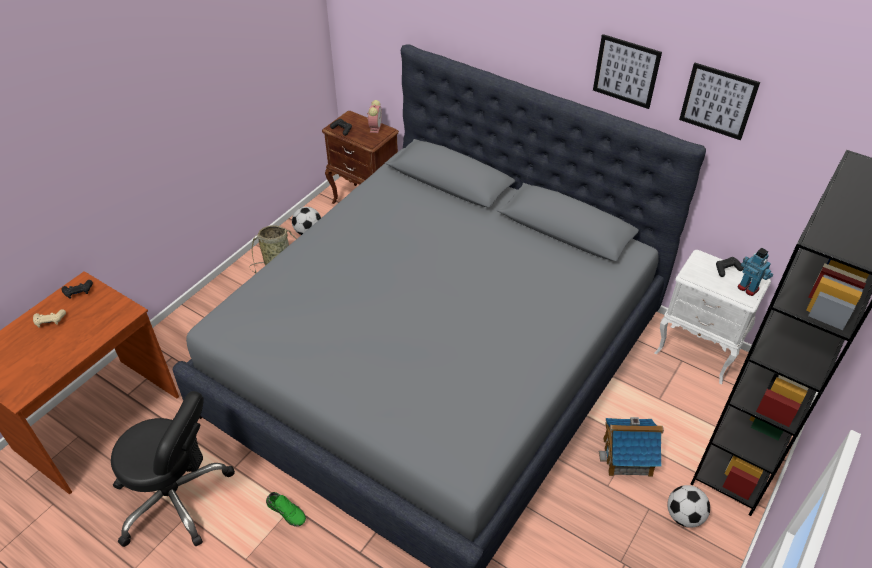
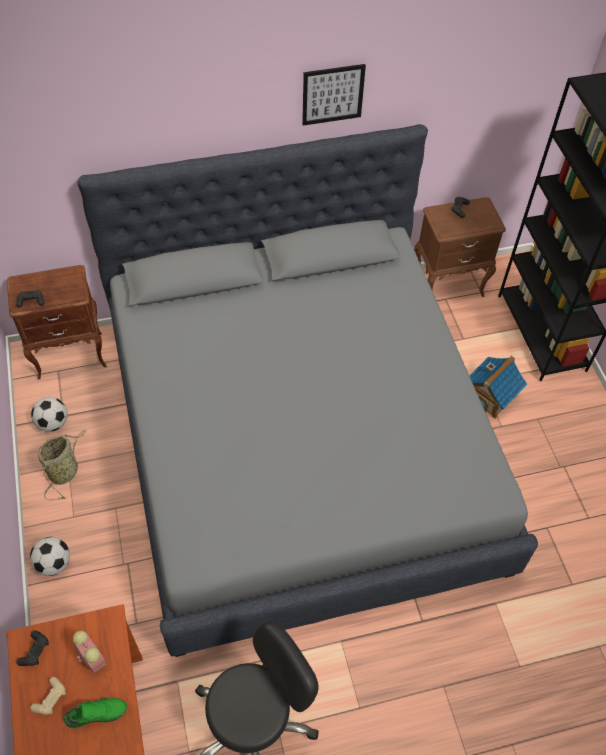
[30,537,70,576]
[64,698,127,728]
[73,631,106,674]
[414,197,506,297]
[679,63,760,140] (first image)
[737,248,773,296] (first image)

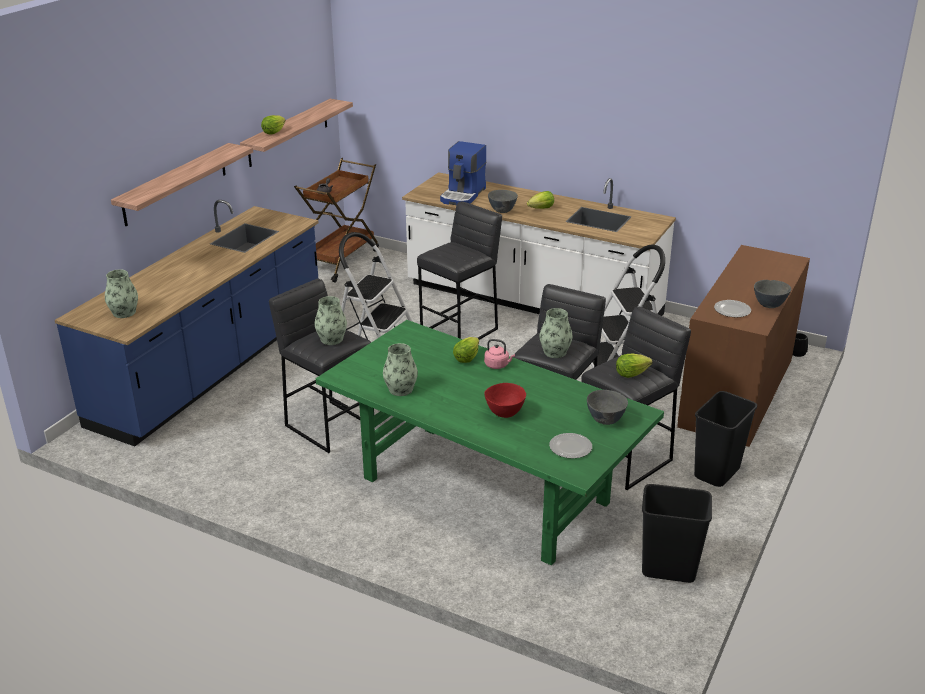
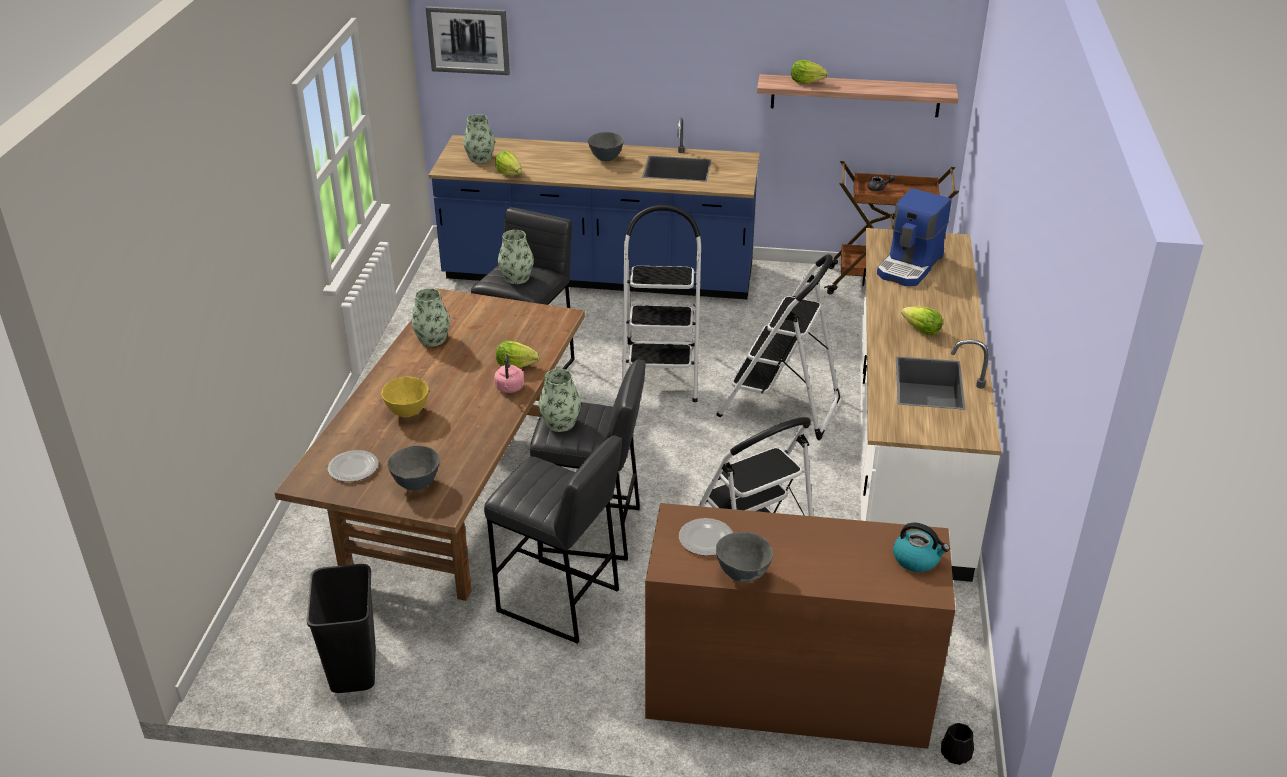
[274,288,585,601]
[381,376,429,418]
[426,6,510,75]
[495,151,522,175]
[588,132,624,161]
[716,254,840,440]
[877,188,952,286]
[893,523,950,572]
[111,143,253,226] (first image)
[694,391,757,487] (first image)

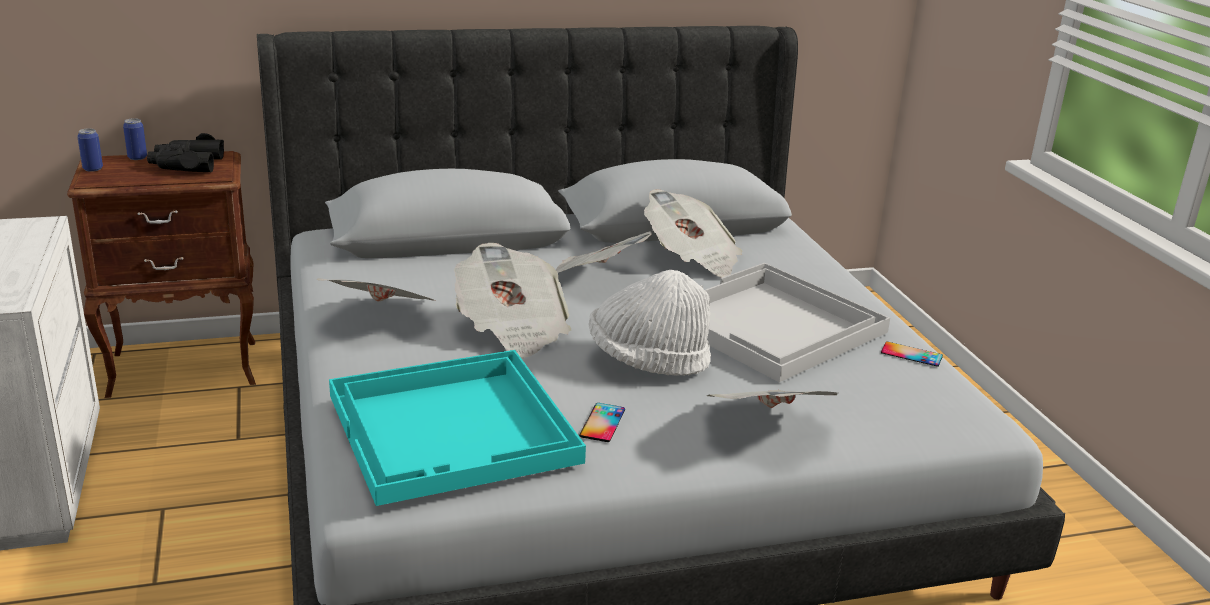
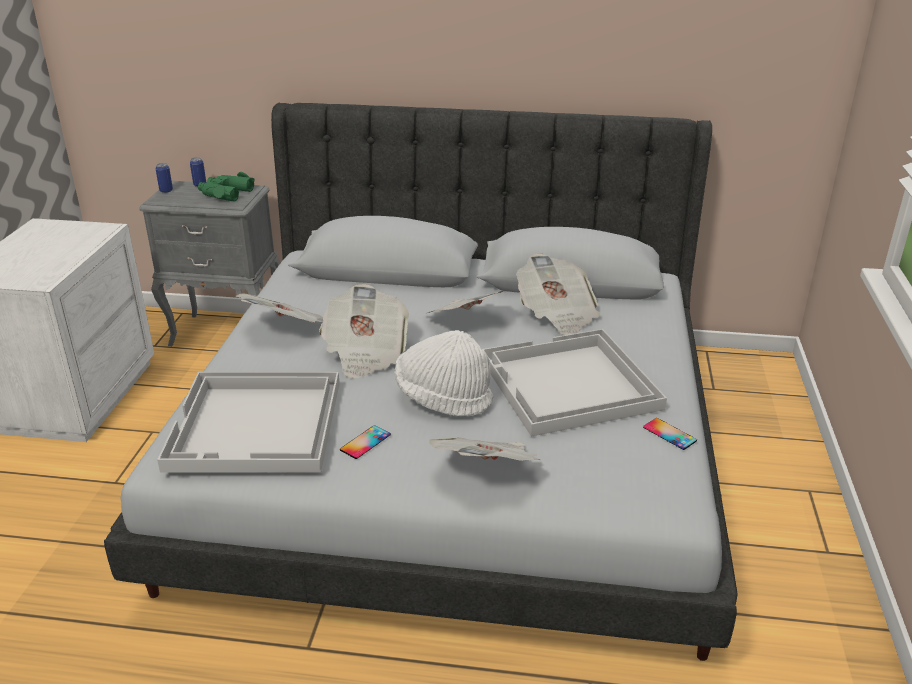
[139,181,281,347]
[157,372,340,473]
[198,172,254,202]

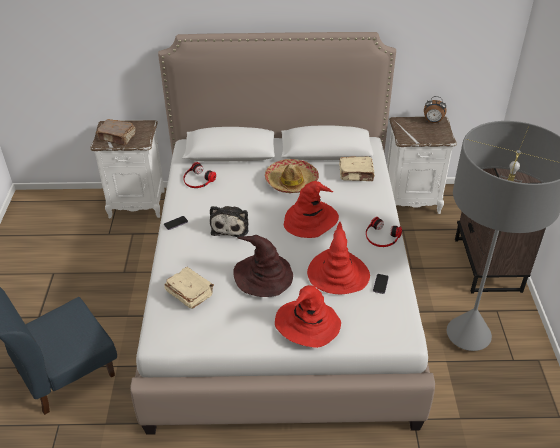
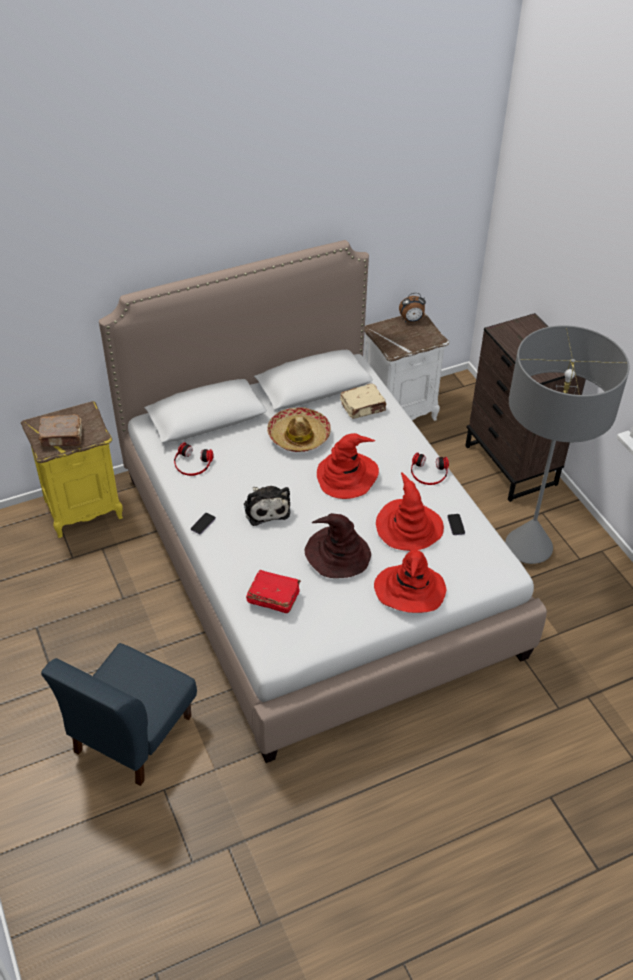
[21,401,123,538]
[246,570,301,613]

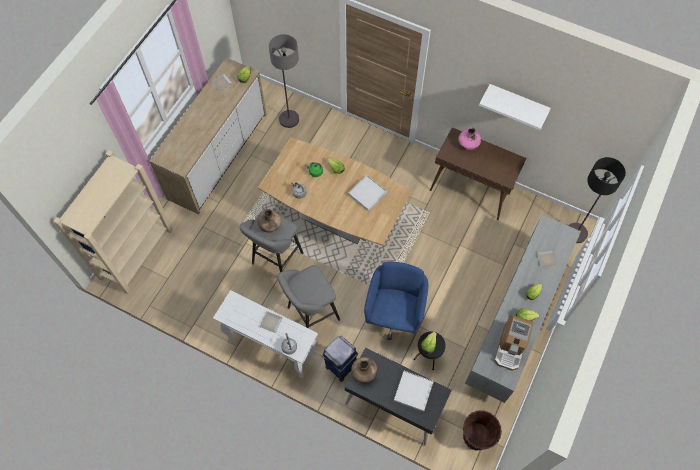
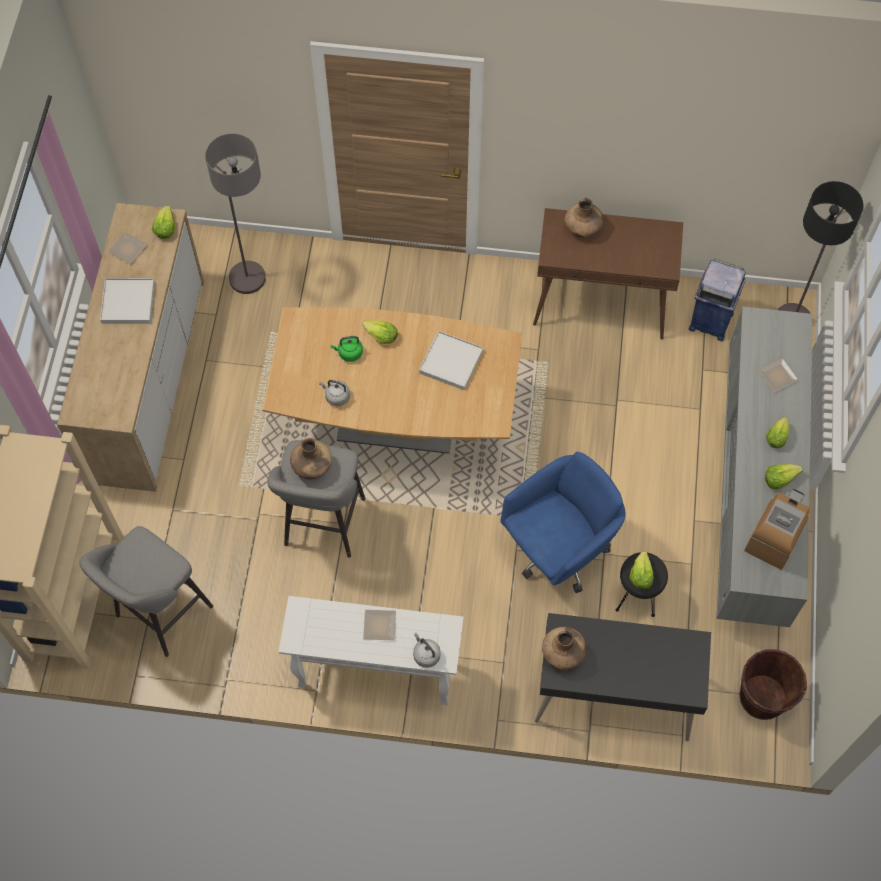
[79,526,213,657]
[100,278,155,324]
[501,452,626,593]
[565,198,604,238]
[689,259,746,341]
[744,489,810,570]
[479,84,551,130] (first image)

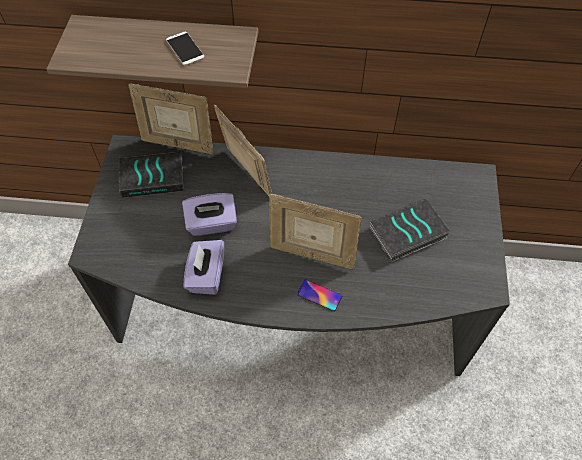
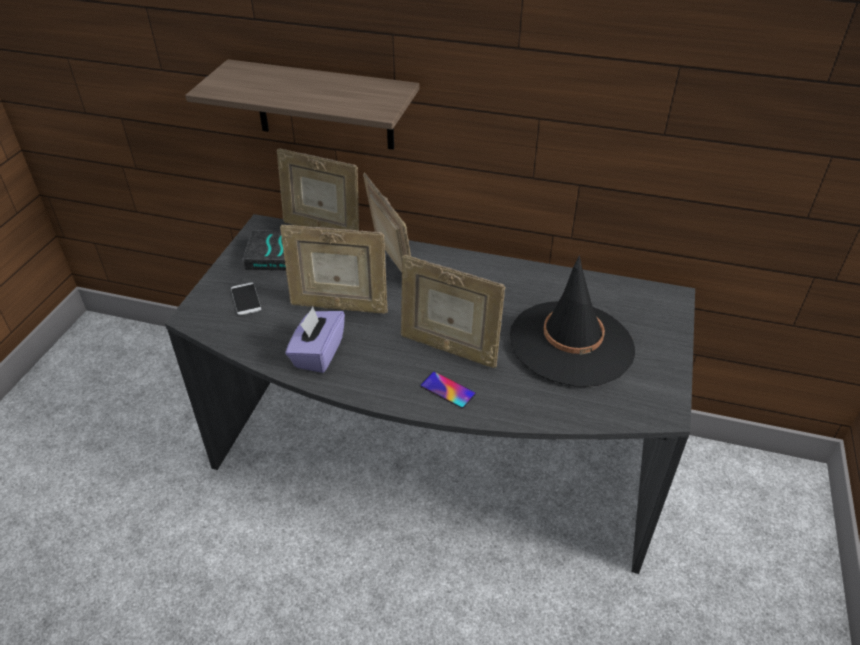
[231,282,261,315]
[280,225,388,314]
[510,254,635,387]

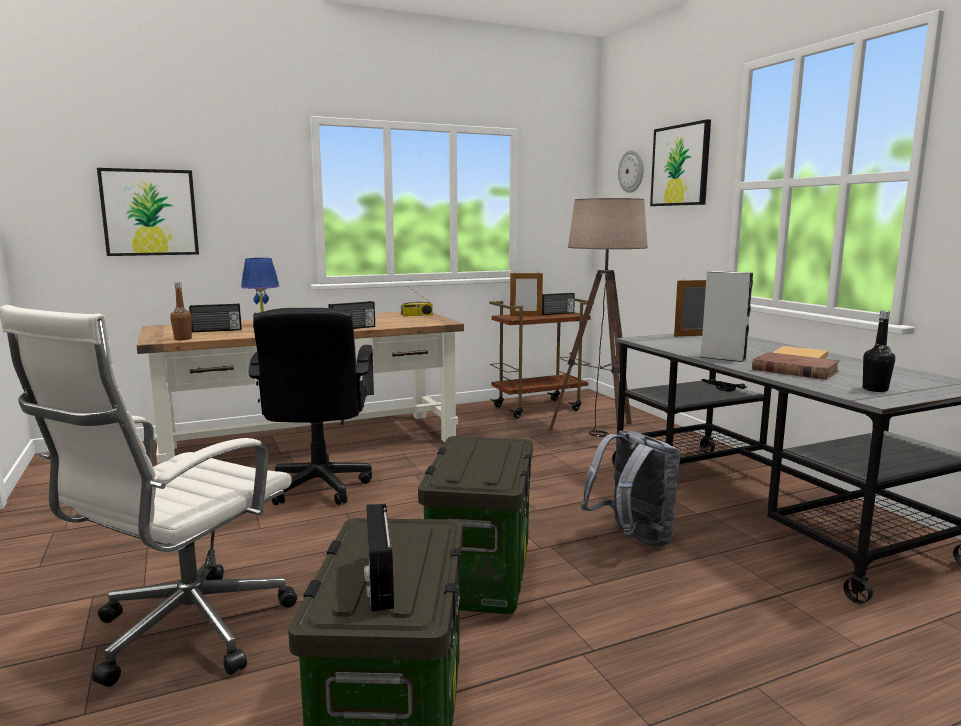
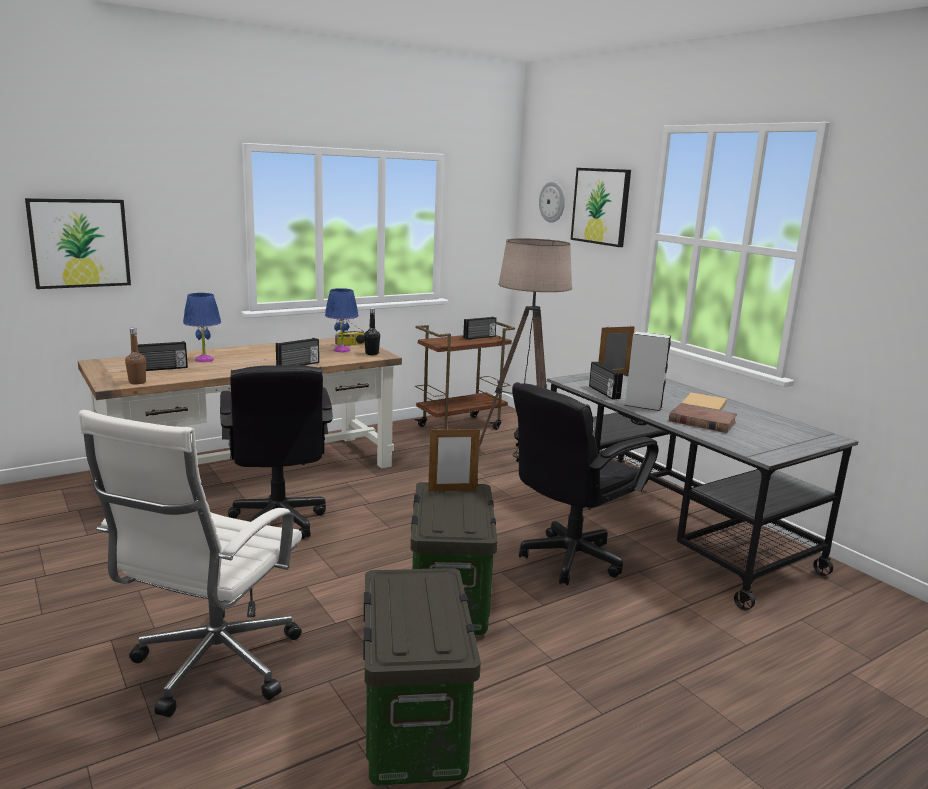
[325,288,359,353]
[364,308,380,355]
[428,427,480,492]
[512,382,659,585]
[589,362,623,400]

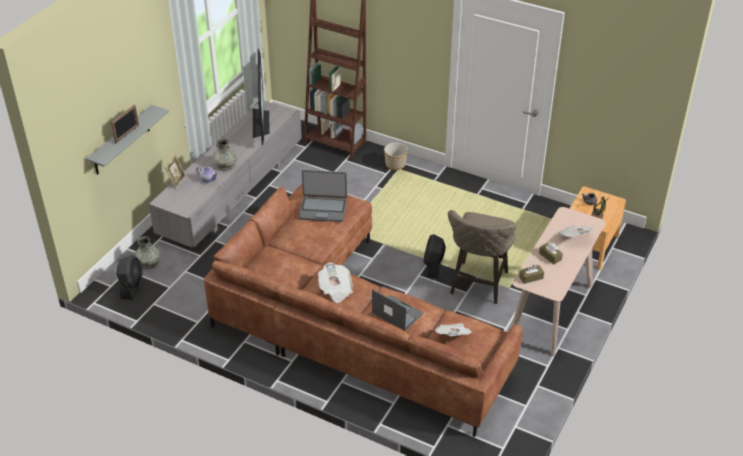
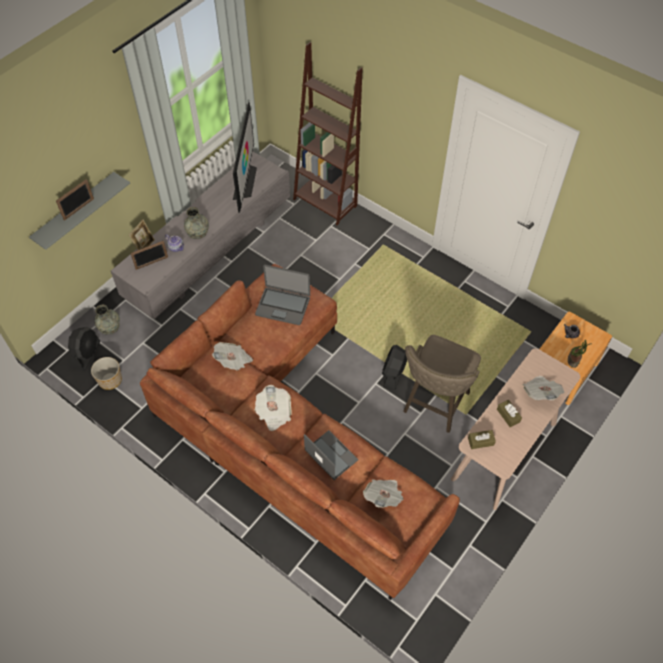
[91,357,122,390]
[130,241,168,270]
[212,342,253,370]

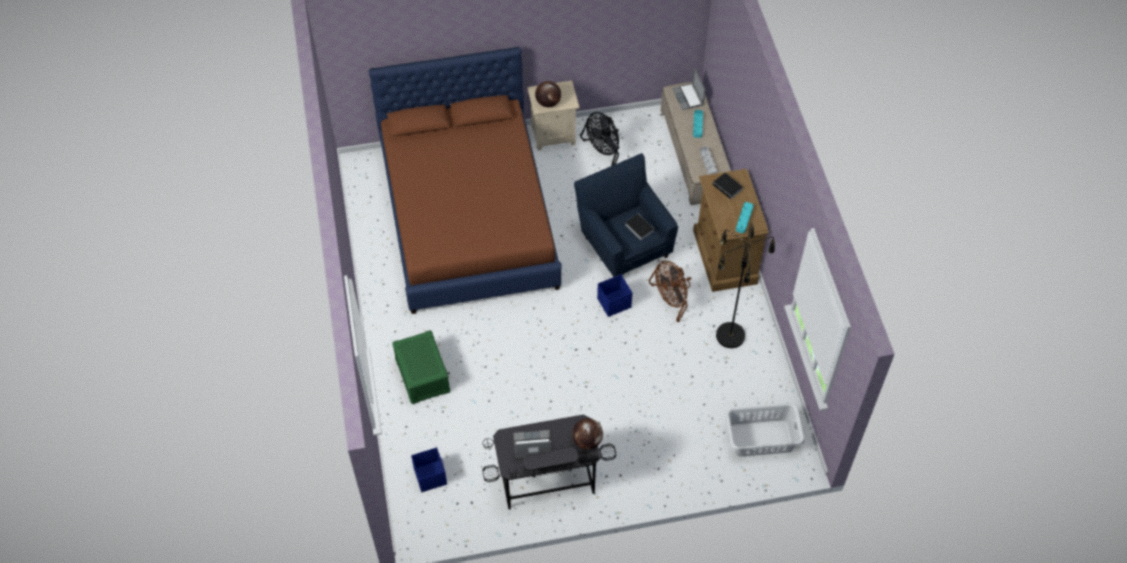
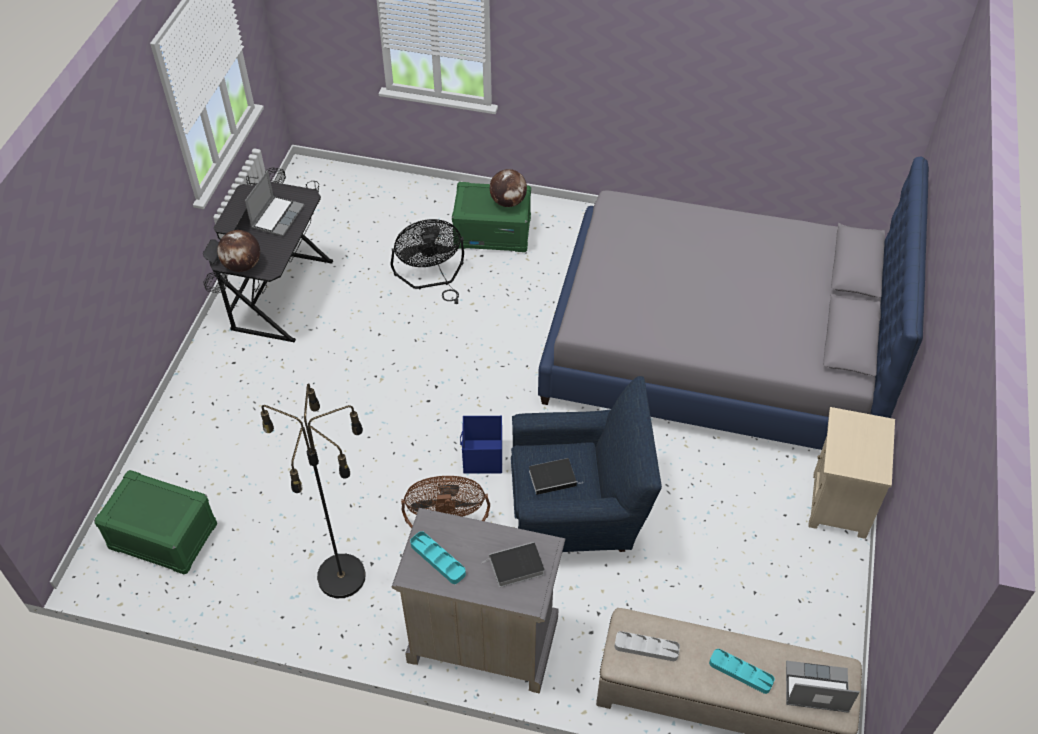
[94,470,217,574]
[390,219,464,304]
[392,508,565,694]
[490,169,527,207]
[538,156,929,450]
[411,447,447,492] (first image)

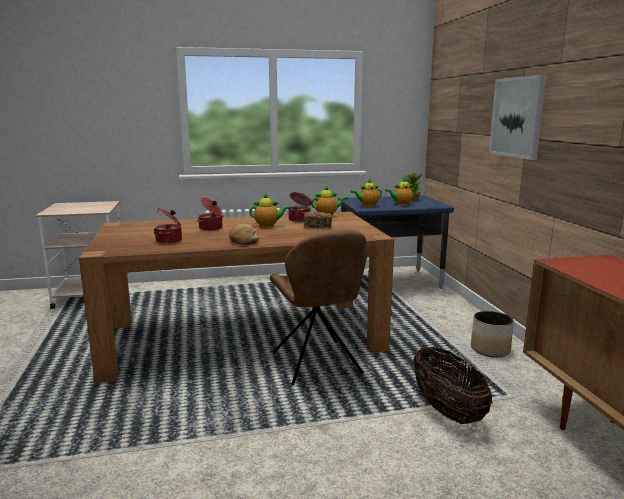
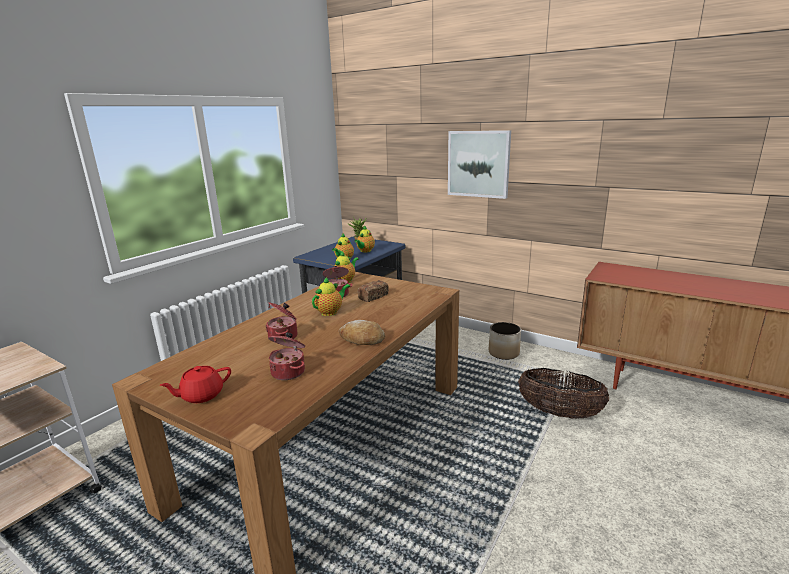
[160,366,231,403]
[270,229,368,385] (first image)

